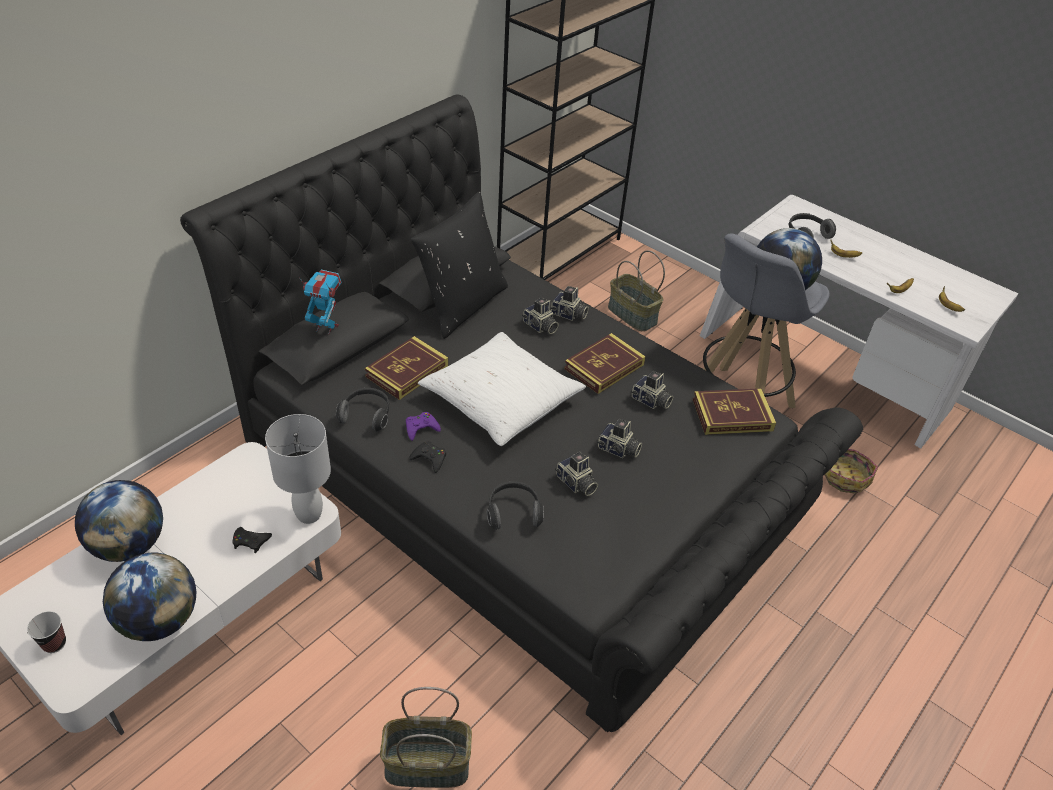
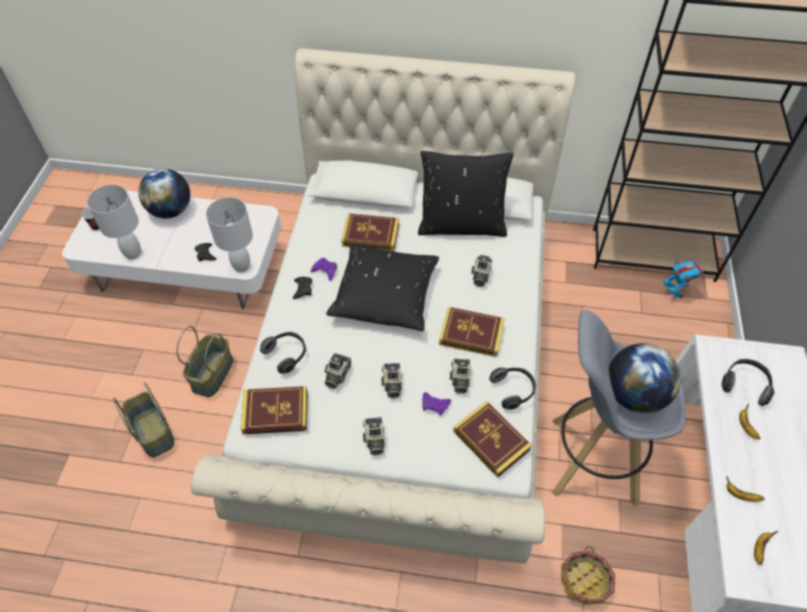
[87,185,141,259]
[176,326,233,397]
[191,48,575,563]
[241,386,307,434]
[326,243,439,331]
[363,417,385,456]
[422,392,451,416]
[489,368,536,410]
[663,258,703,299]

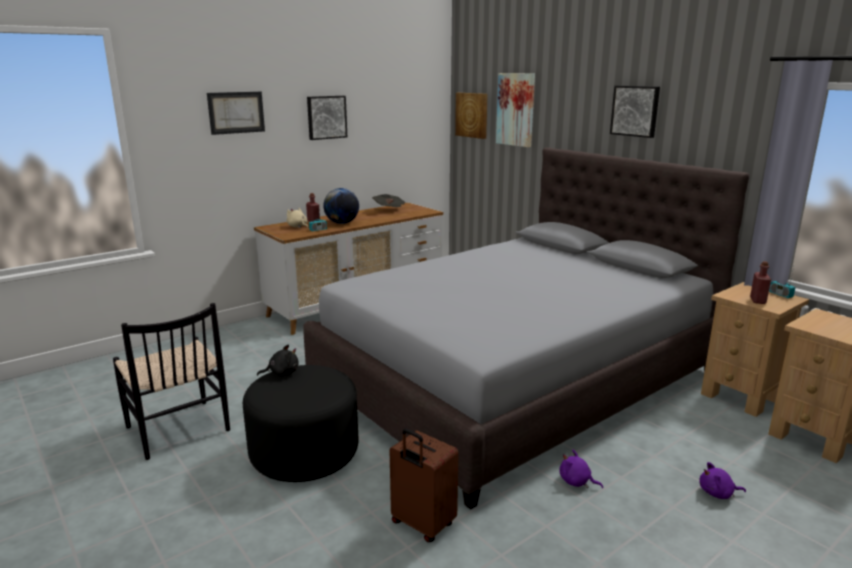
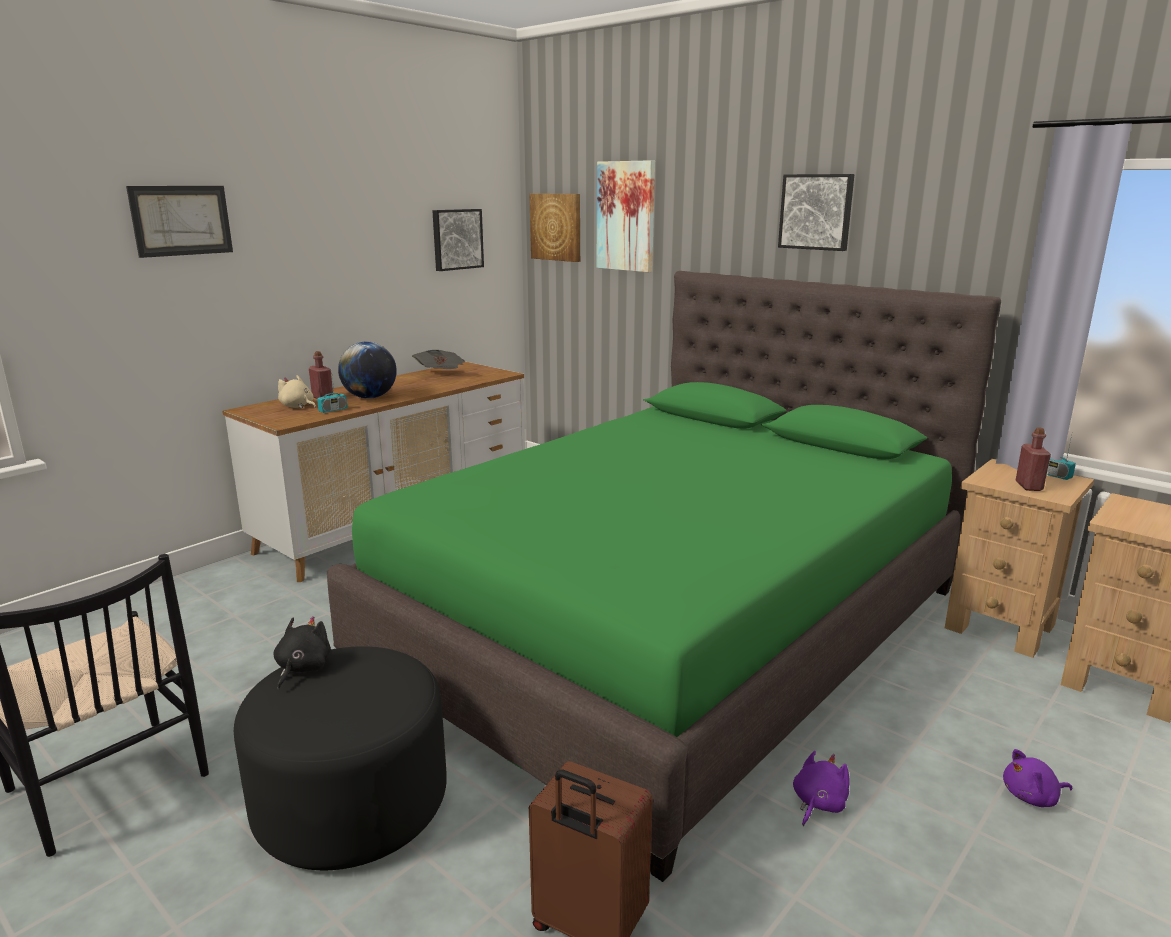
[274,616,331,690]
[327,271,1001,882]
[432,209,484,271]
[793,751,850,826]

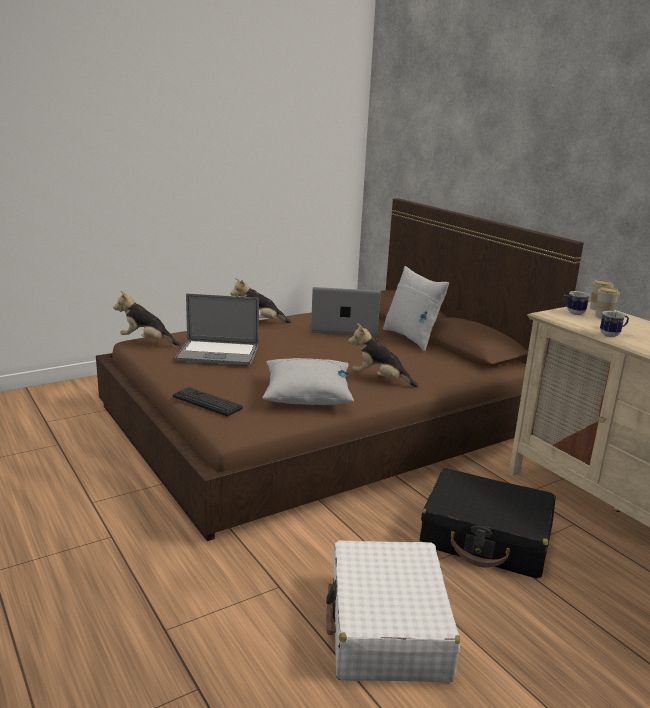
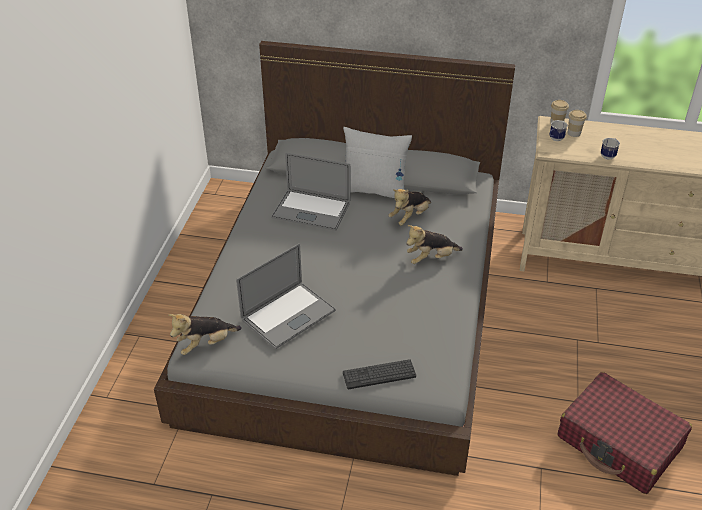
[154,41,515,476]
[272,153,350,231]
[389,189,431,226]
[557,372,692,494]
[262,358,354,405] (first image)
[420,468,556,579] (first image)

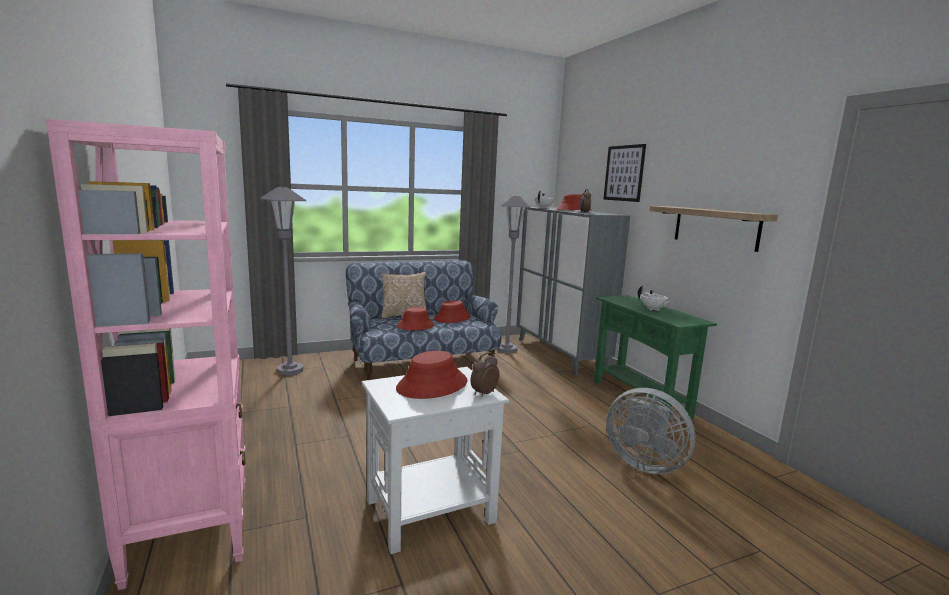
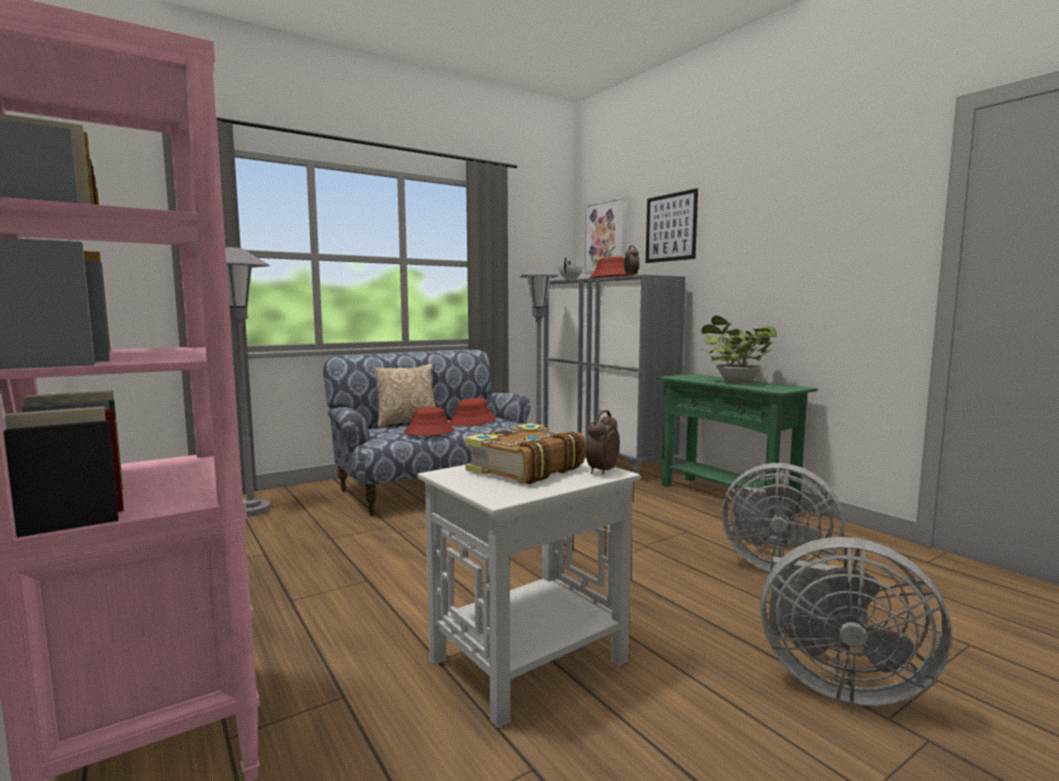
[465,423,585,484]
[585,197,627,274]
[701,315,777,384]
[760,537,951,706]
[649,206,778,252] (first image)

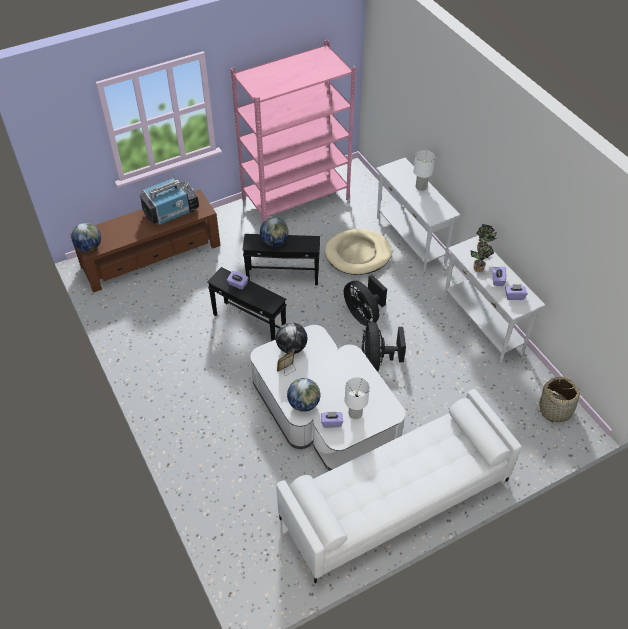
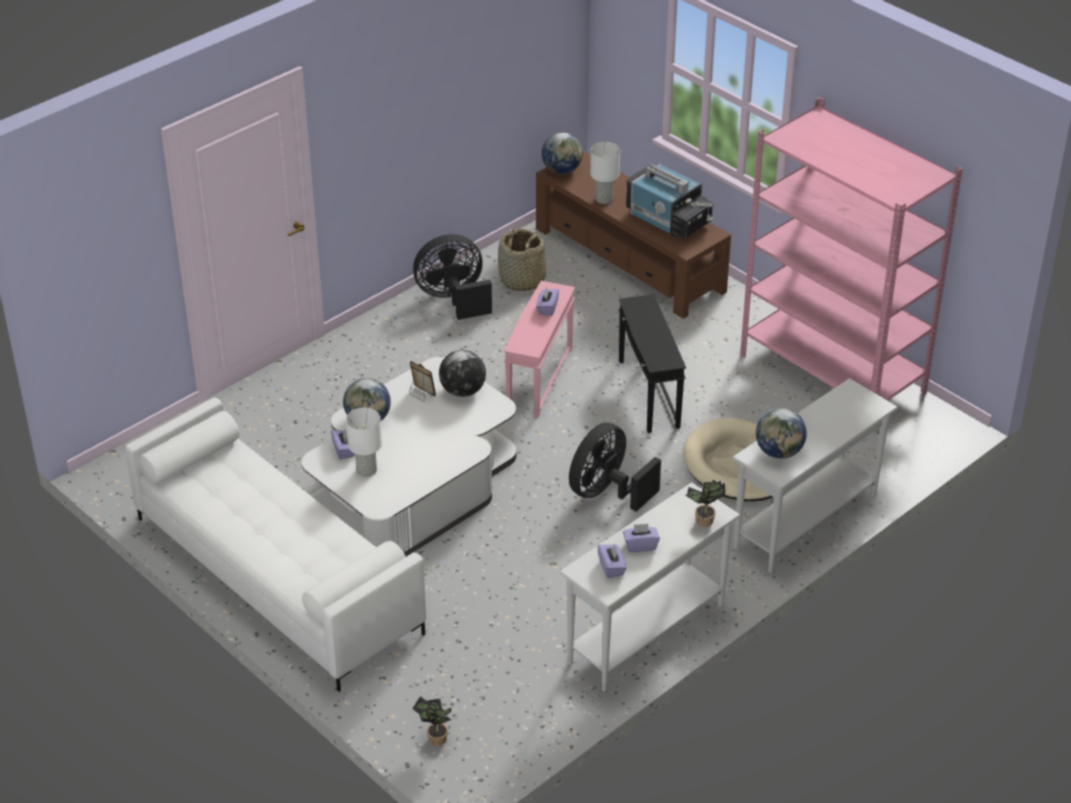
[412,696,452,746]
[413,234,492,320]
[498,229,546,291]
[504,281,575,418]
[590,142,620,204]
[756,408,807,459]

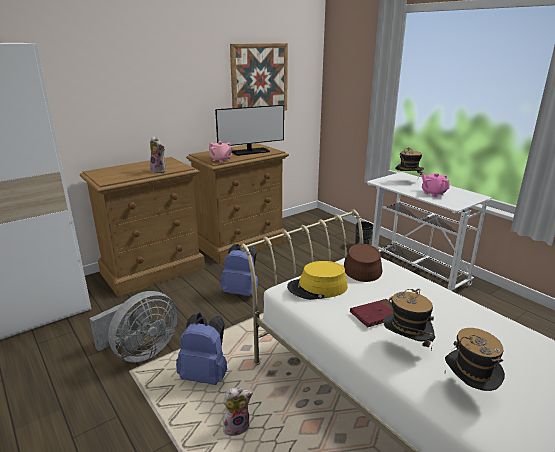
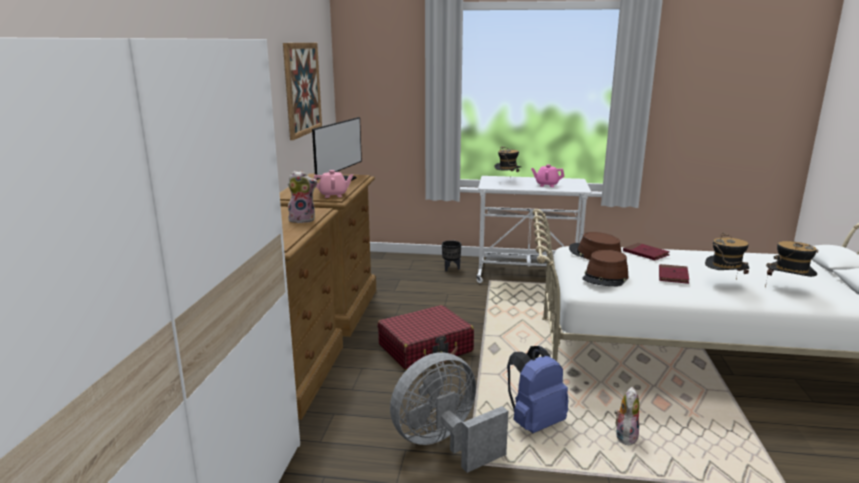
[378,305,474,370]
[390,352,508,473]
[582,250,628,286]
[623,243,670,260]

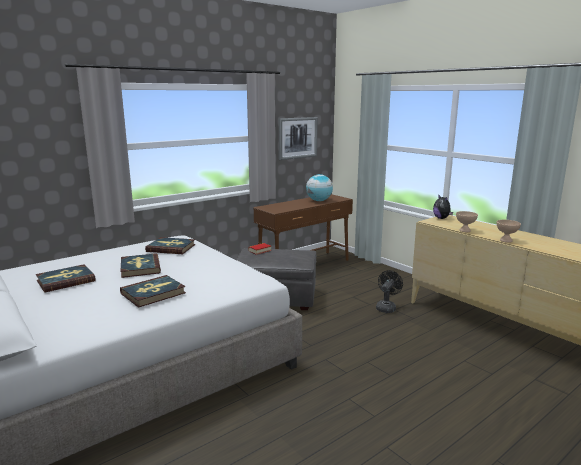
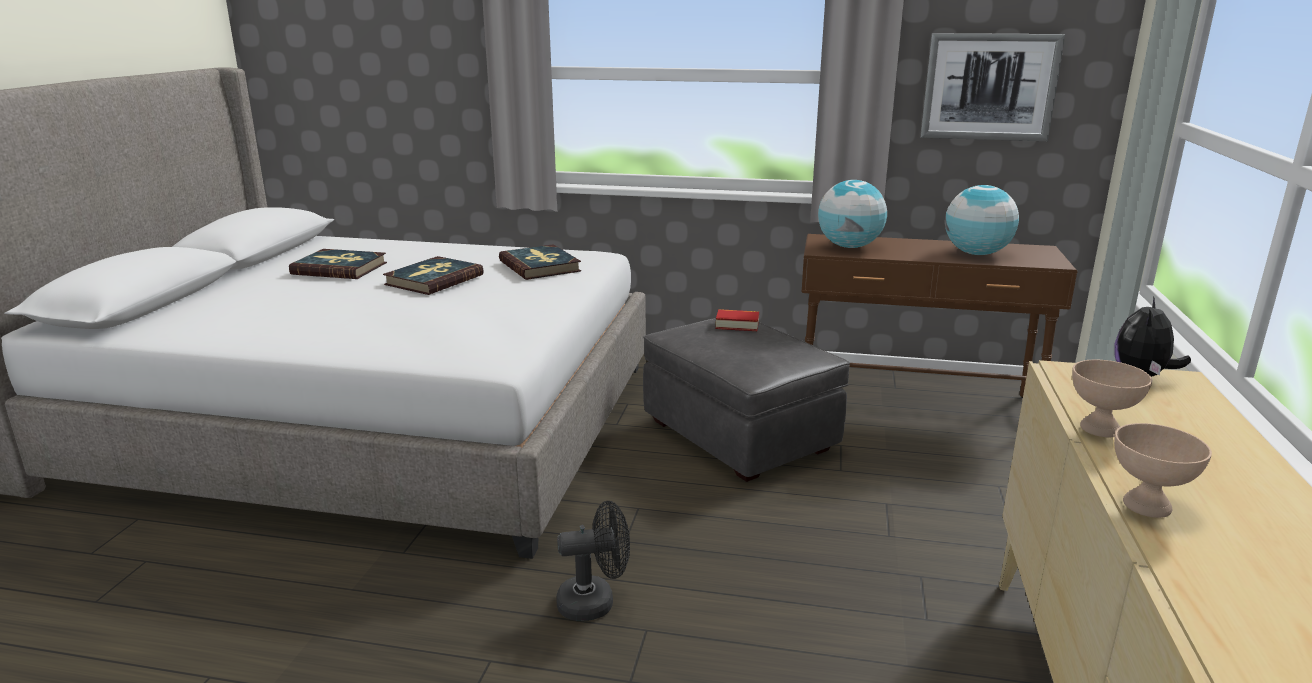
[556,501,630,621]
[818,180,887,248]
[120,275,186,308] (first image)

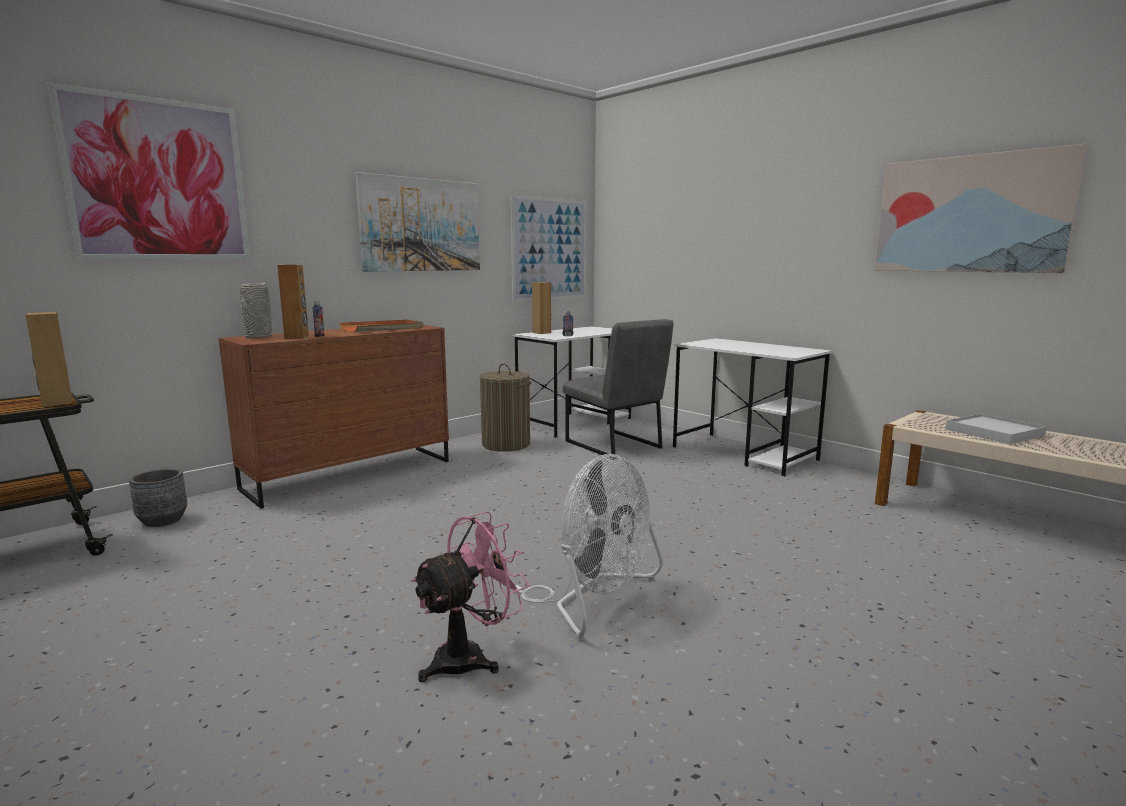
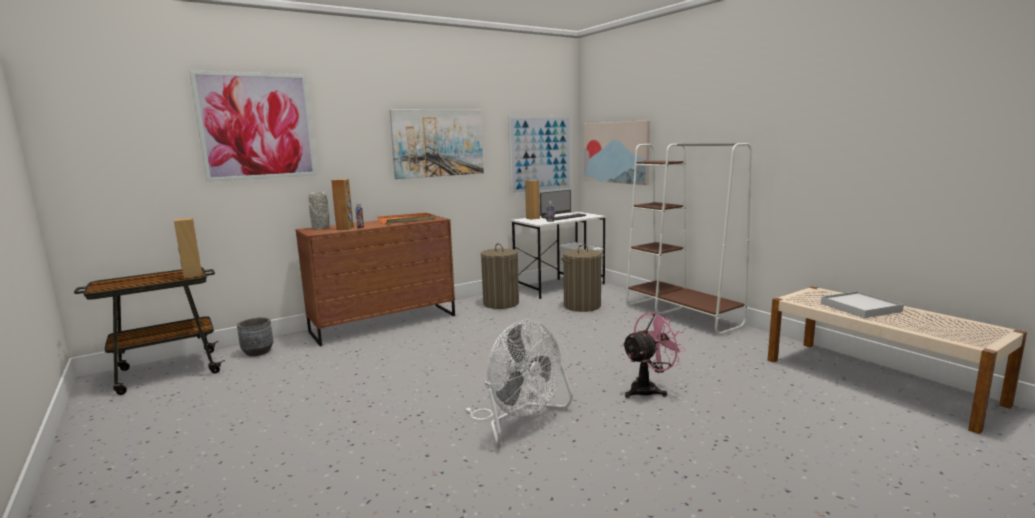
[540,190,586,220]
[561,244,603,312]
[584,120,650,185]
[622,311,686,398]
[626,143,752,335]

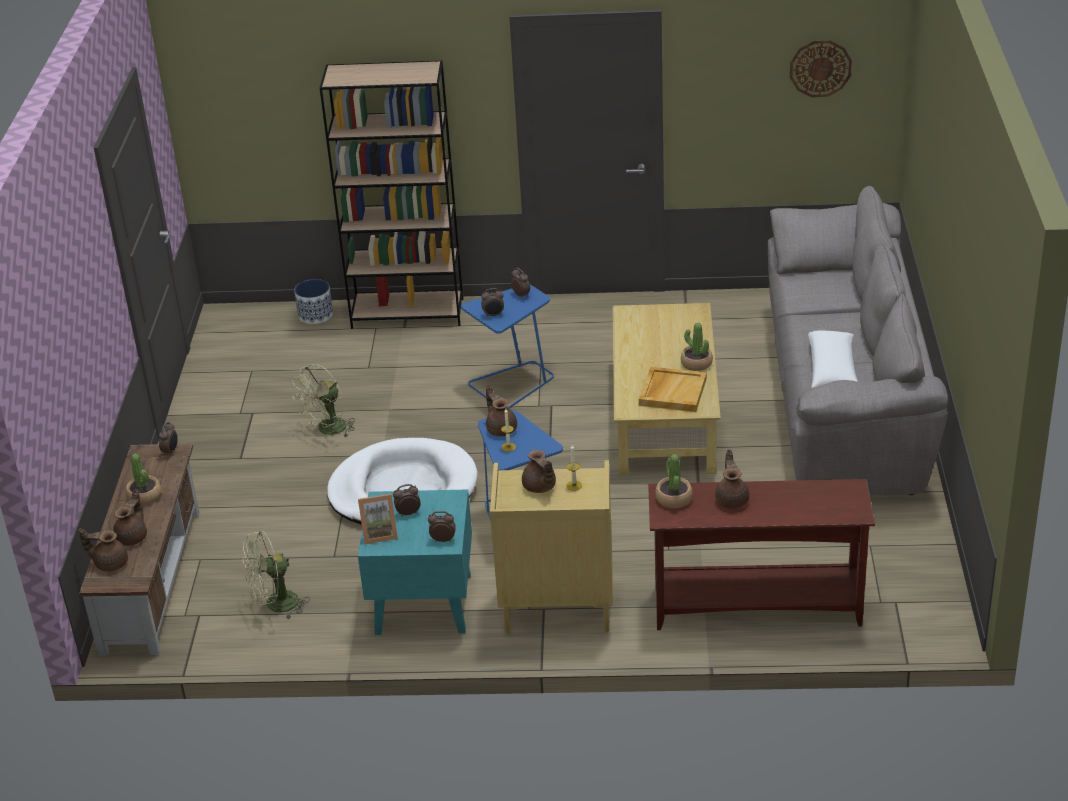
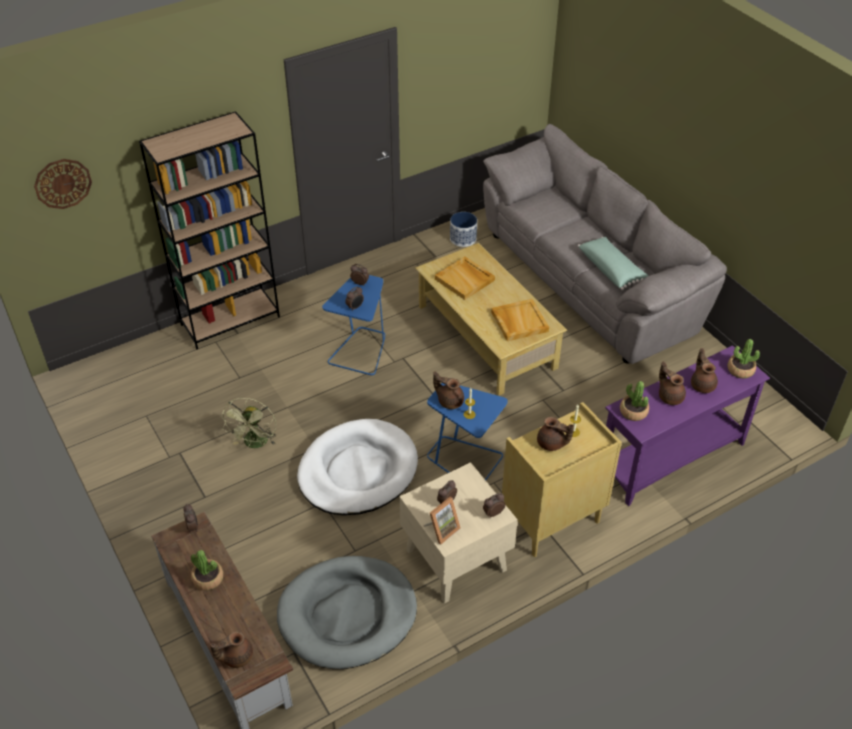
[34,159,92,209]
[277,556,417,669]
[399,462,518,604]
[435,256,495,300]
[450,212,477,247]
[578,237,648,290]
[605,345,770,506]
[691,348,718,393]
[728,339,760,378]

